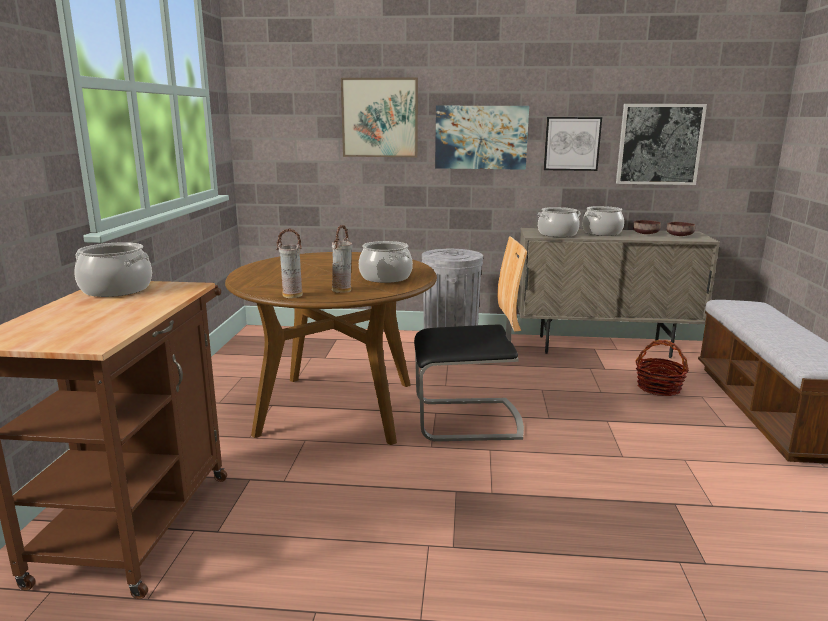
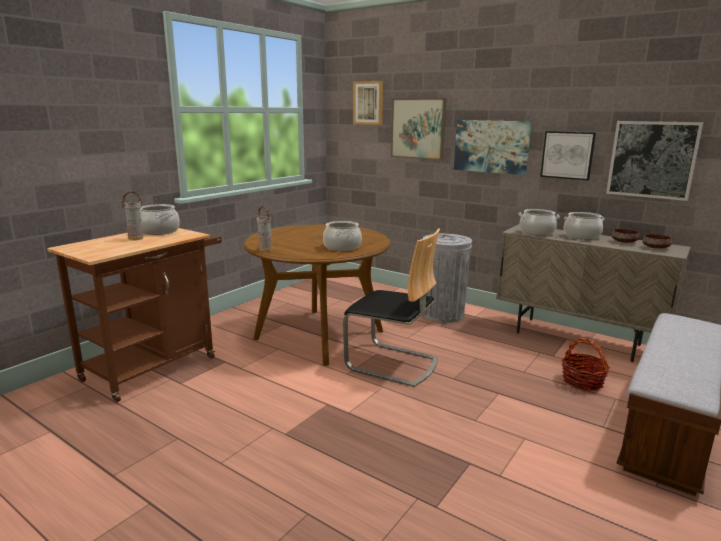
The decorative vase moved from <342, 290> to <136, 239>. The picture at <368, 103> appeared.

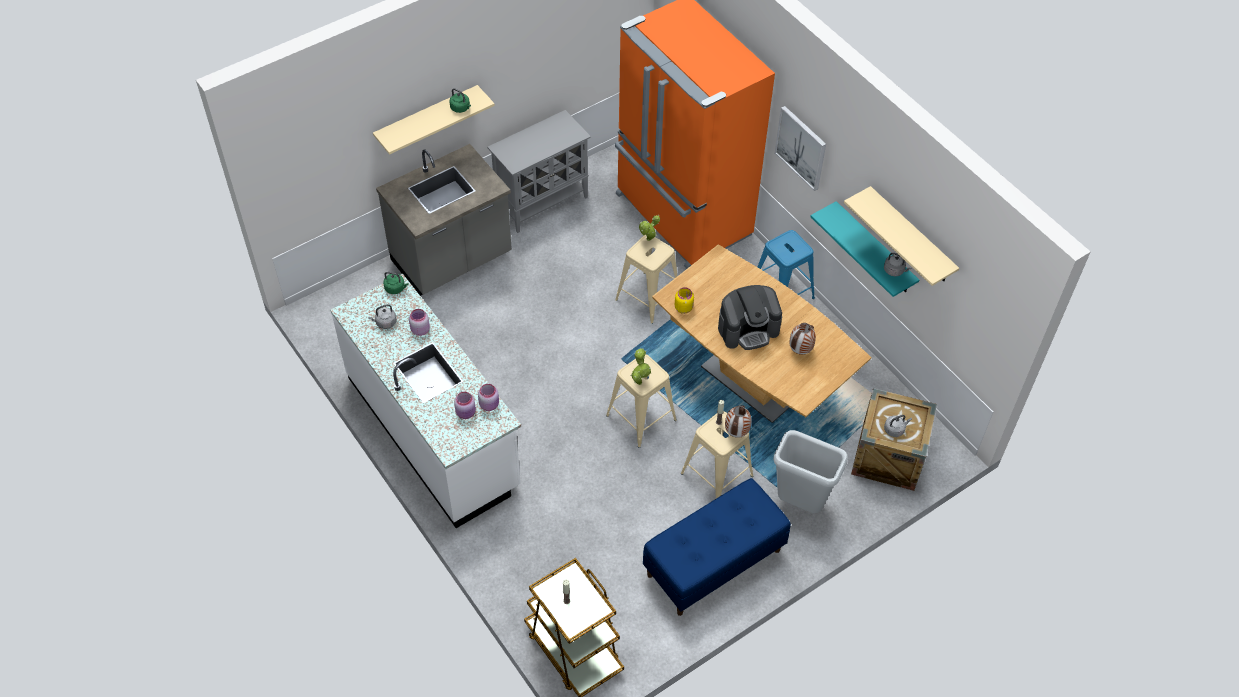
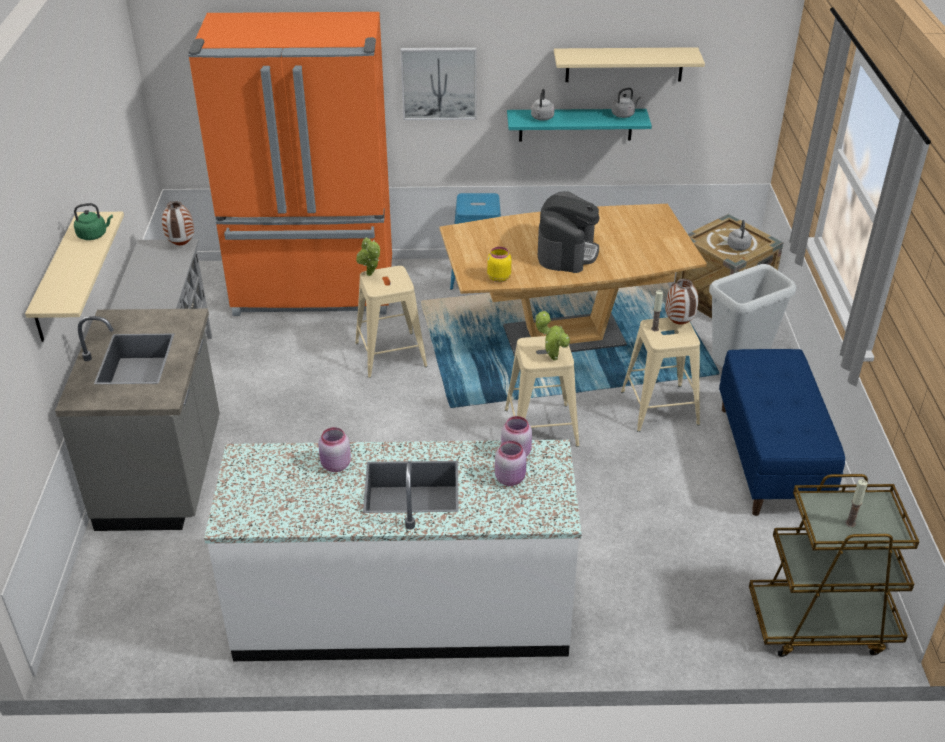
The tea kettle in gray moved from <385, 323> to <542, 118>. The tea kettle in green at <396, 288> disappeared. The decorative vase moved from <800, 351> to <182, 245>.

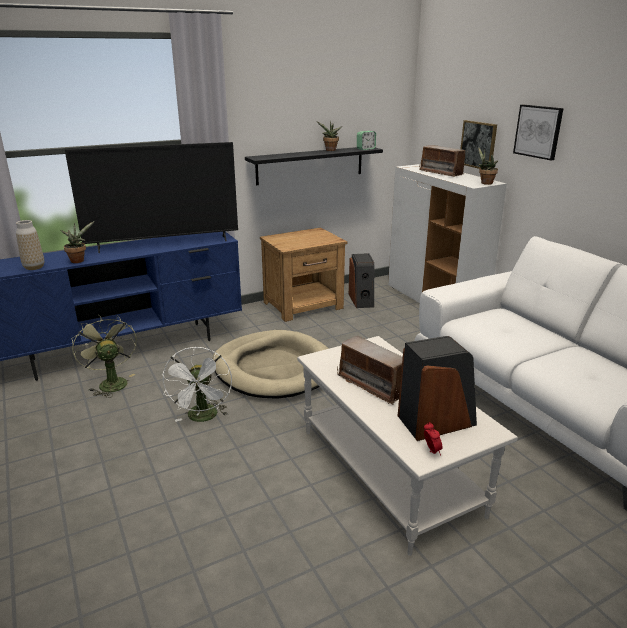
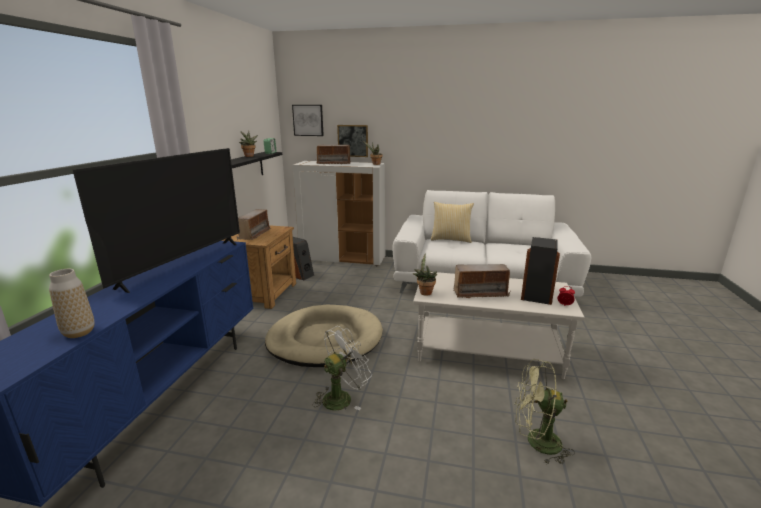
The plant in a pot moved from <78, 260> to <424, 292>. The electric fan in green moved from <110, 382> to <536, 442>. The electric fan in white-coloured at <203, 418> turned 75 degrees counterclockwise. The picture moved from <538, 131> to <308, 120>. The radio at <254, 234> appeared. The pillow at <451, 239> appeared.

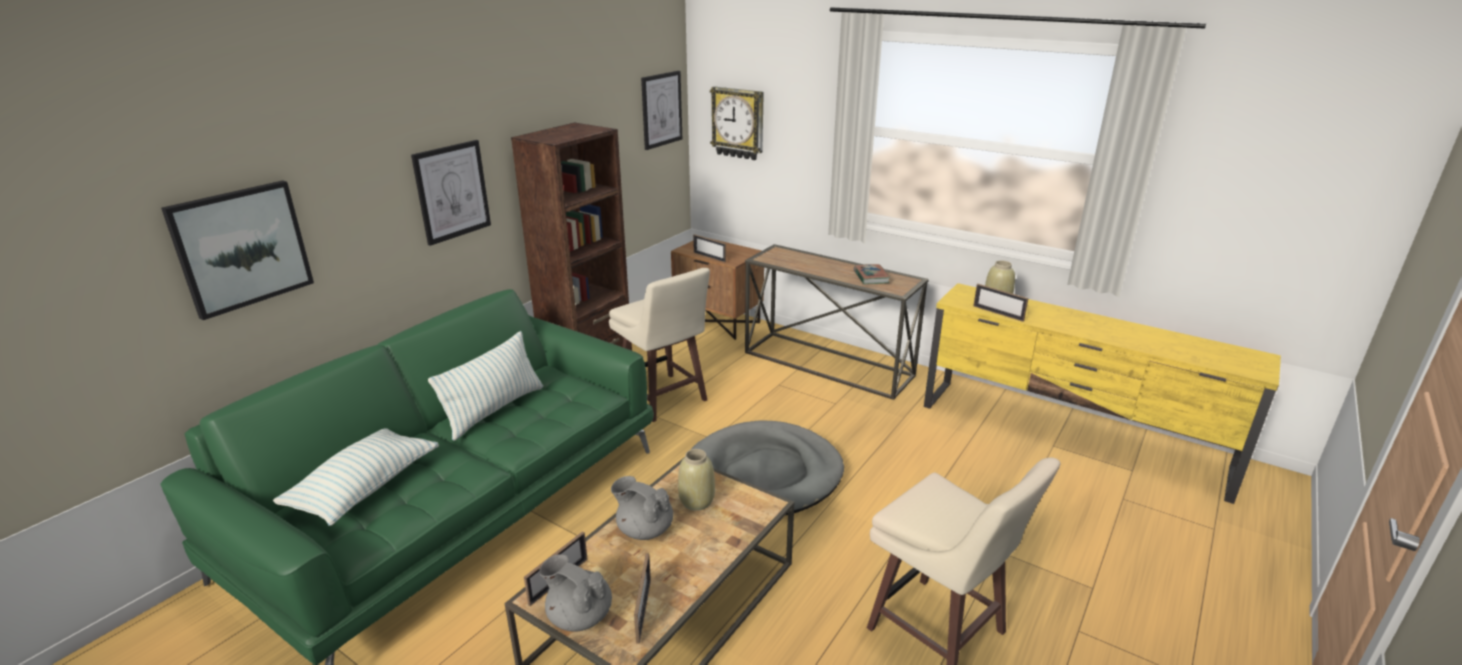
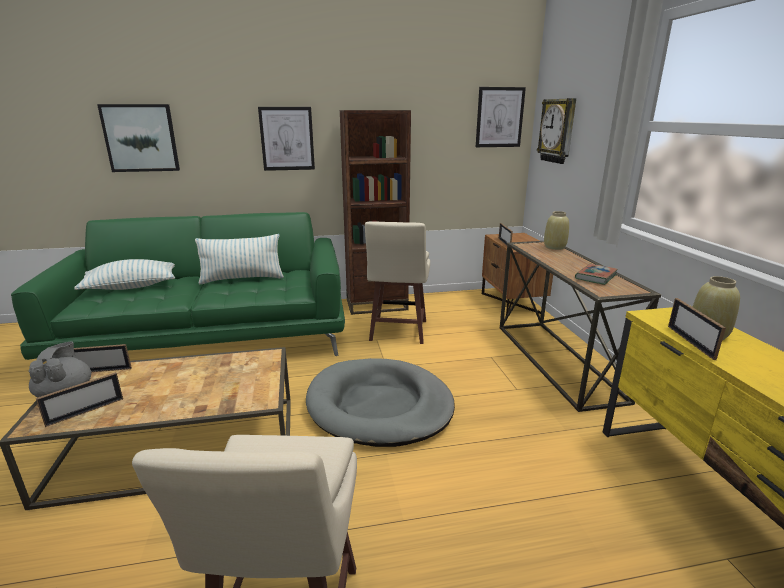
The teapot in gray at <644, 529> disappeared. The decorative vase in beige moved from <696, 501> to <554, 247>.

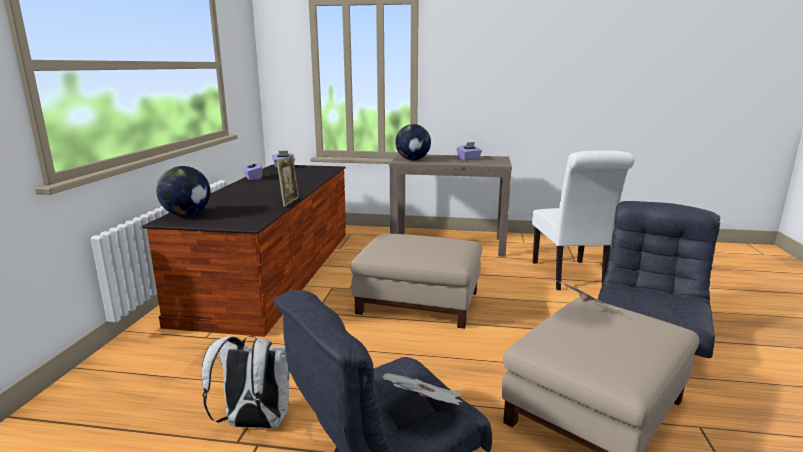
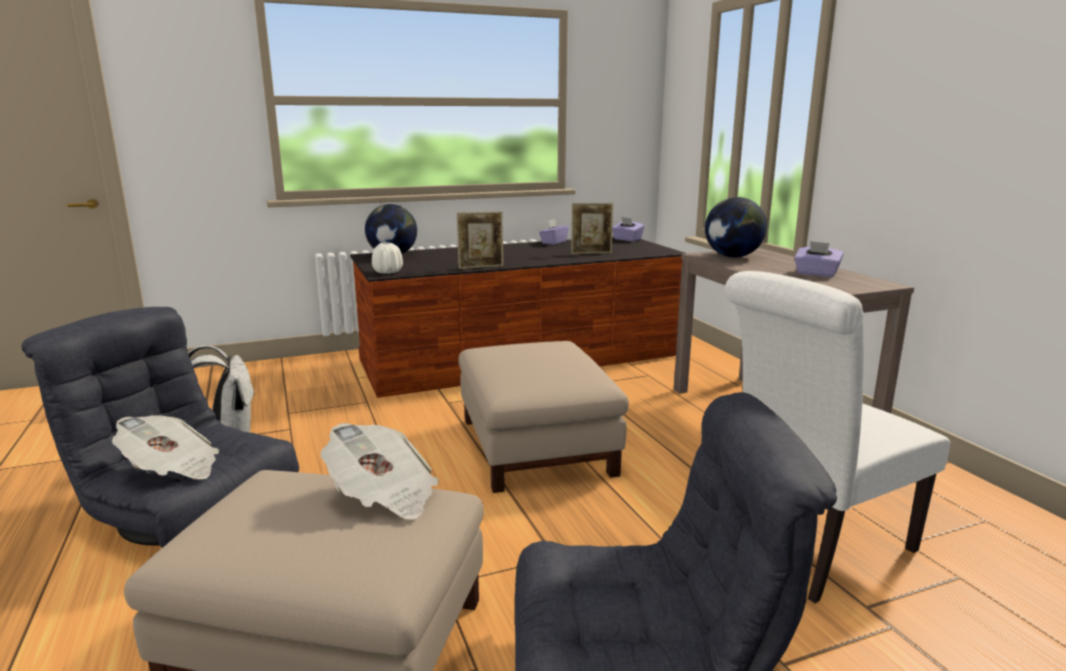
The decorative vase in white-coloured at <388, 272> appeared. The photo frame at <591, 253> appeared.

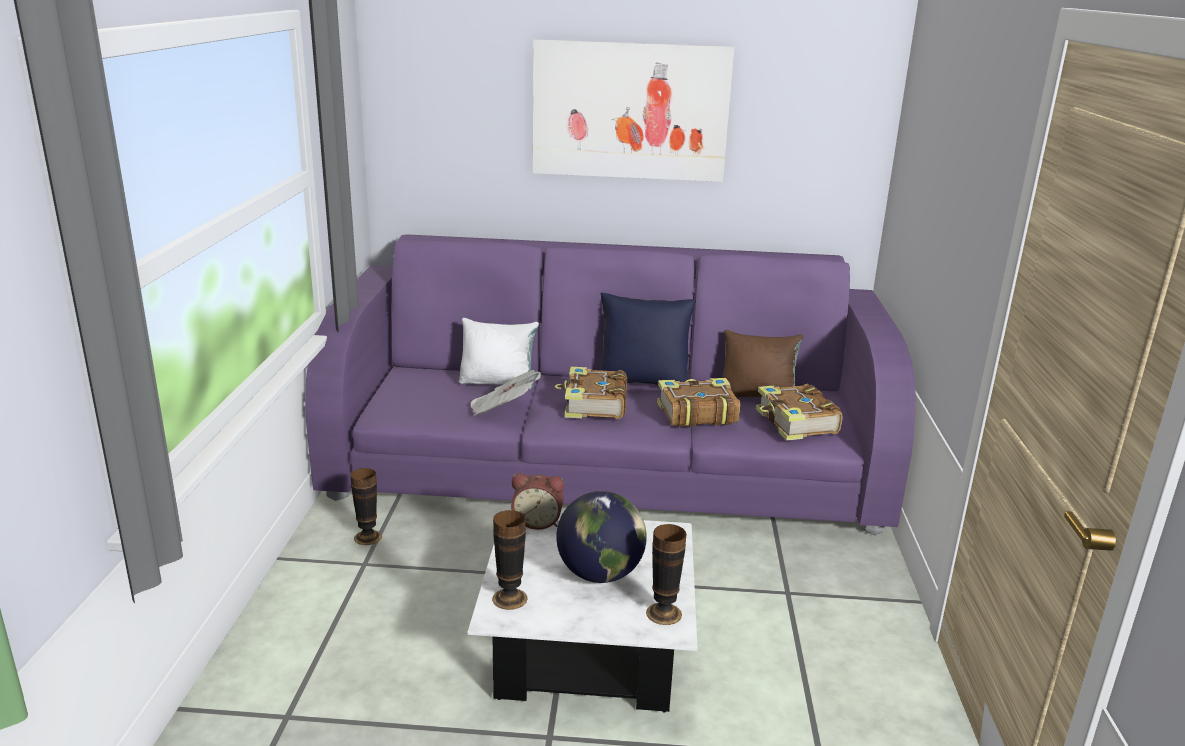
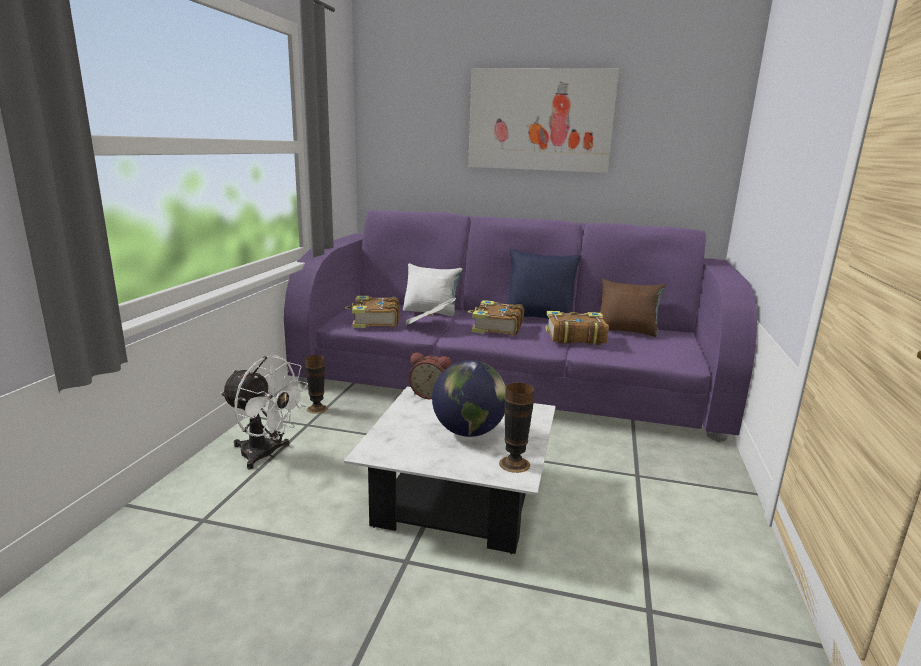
The decorative vase at <509, 598> disappeared. The book moved from <796, 423> to <374, 321>. The electric fan in white-coloured at <266, 455> appeared.

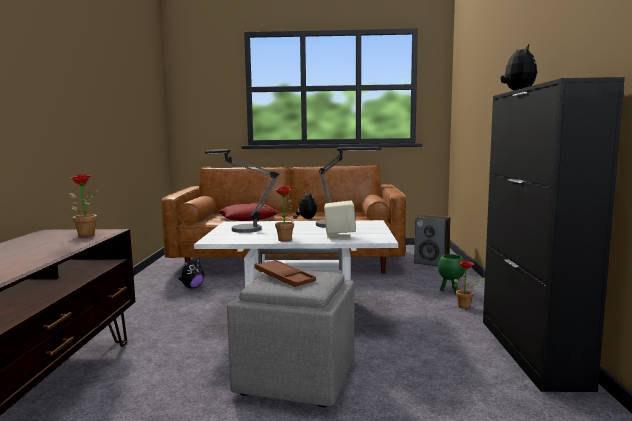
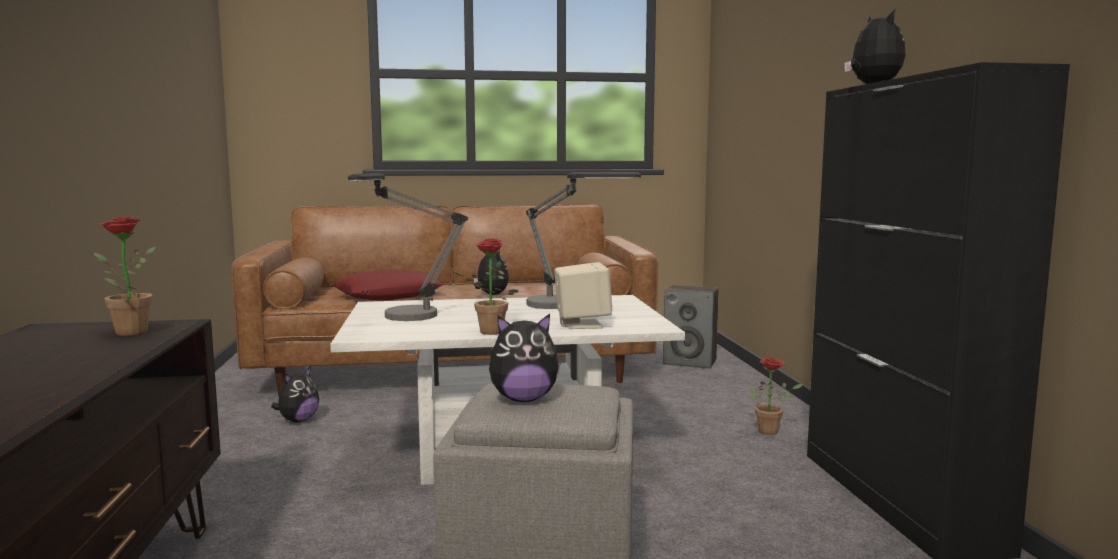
The carrying tray in brown at <284, 278> was replaced by the cuddly toy at <524, 399>. The flower pot in green at <450, 291> disappeared.

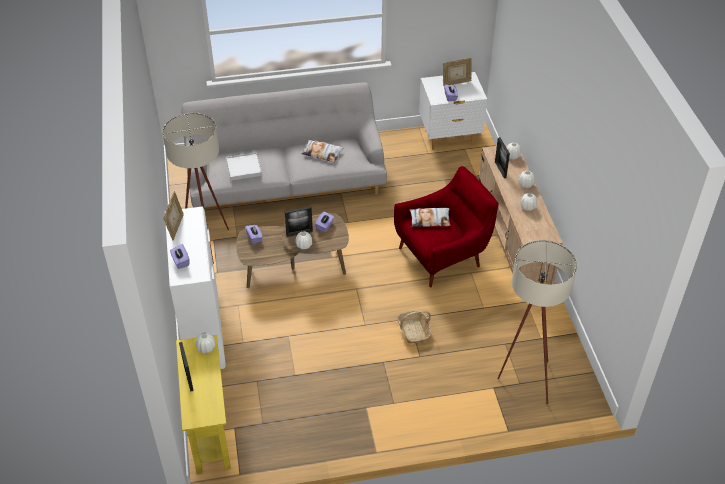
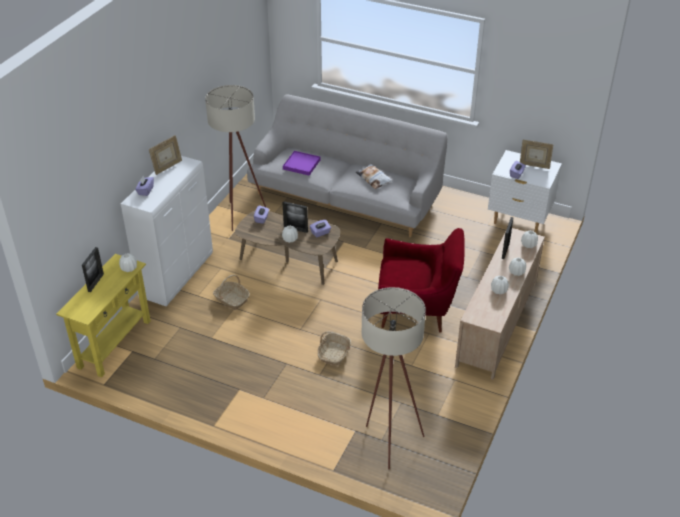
The carrying tray in white-coloured at <244, 168> became the carrying tray in purplish at <301, 164>. The pillow at <430, 219> disappeared. The household basket at <231, 299> appeared.

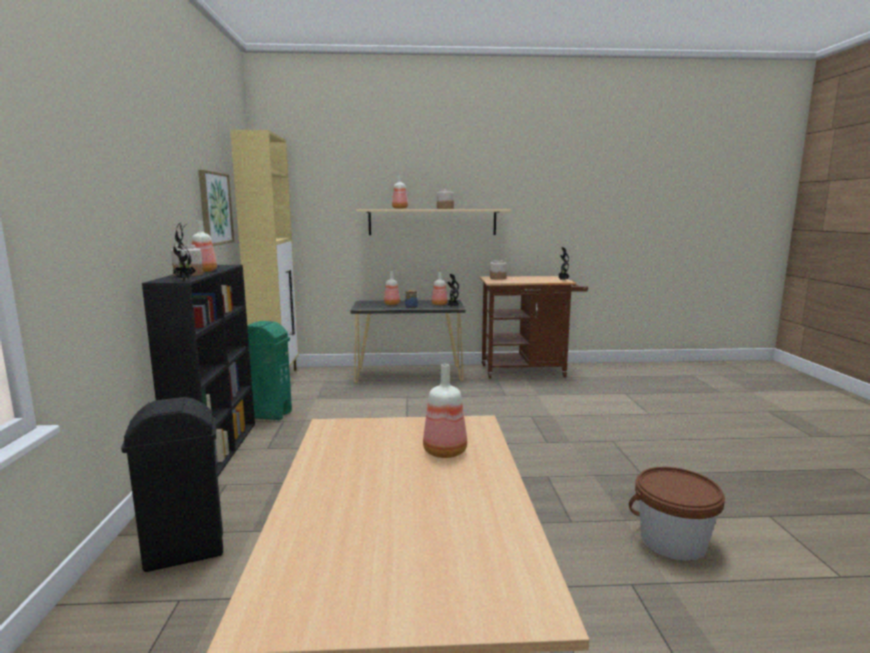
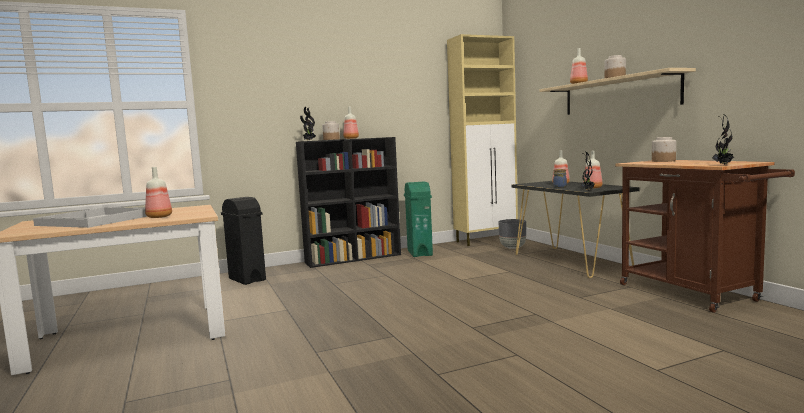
The picture at <214, 208> disappeared. The water bucket in brown at <672, 541> disappeared. The carrying tray in white-coloured at <96, 220> appeared. The flower pot in gray at <512, 248> appeared.

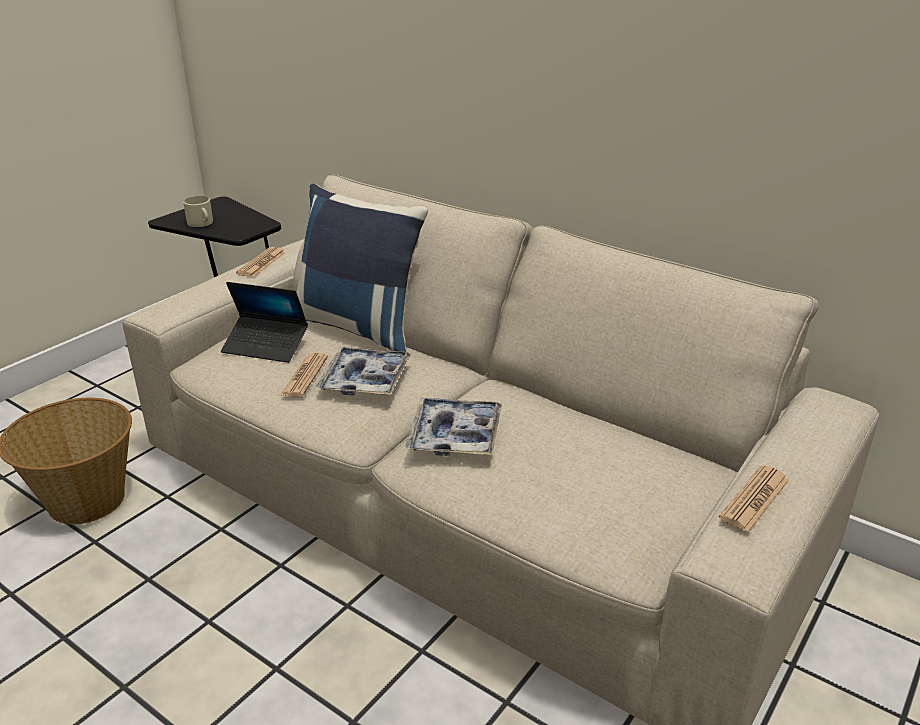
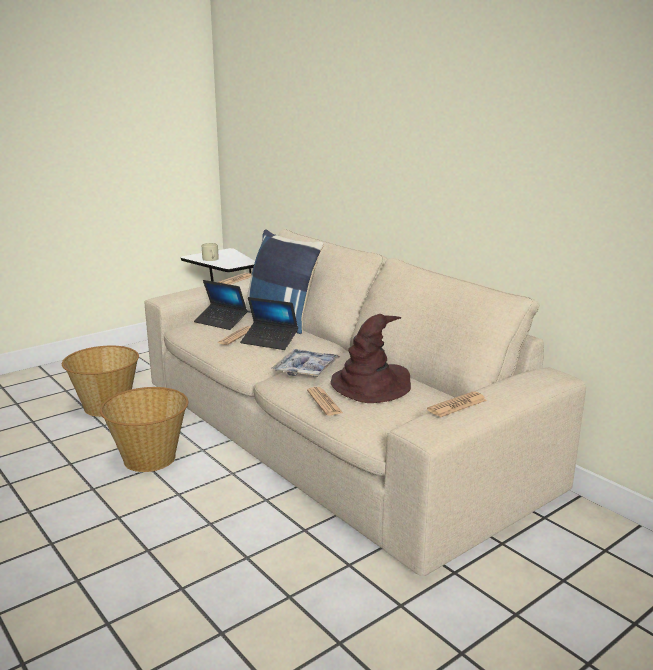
The carrying tray at <365, 380> was replaced by the portable computer at <269, 341>. The household basket at <149, 458> appeared. The daily paper at <324, 402> appeared. The wearable hat in brown at <371, 385> appeared.

